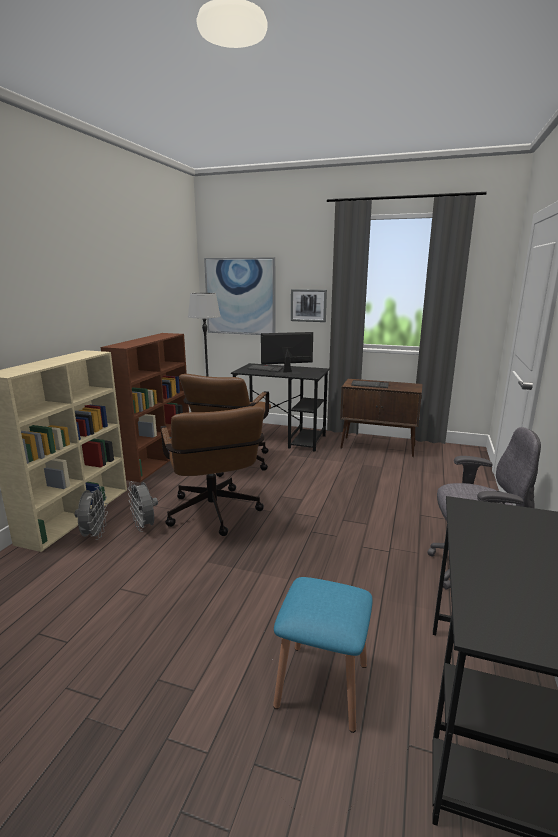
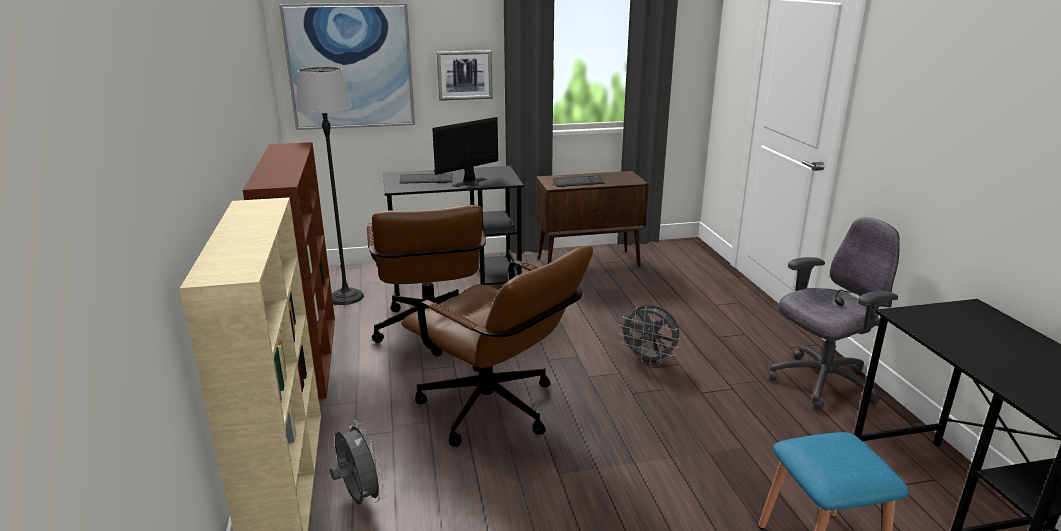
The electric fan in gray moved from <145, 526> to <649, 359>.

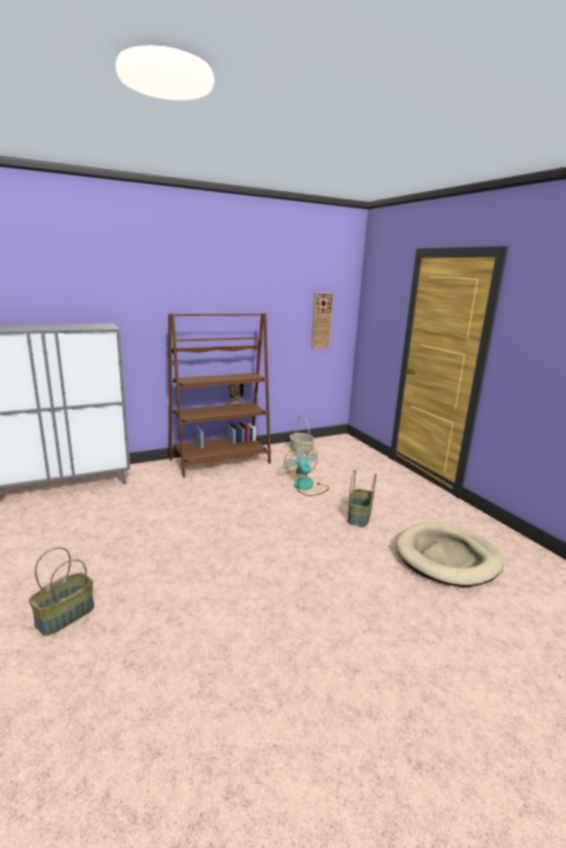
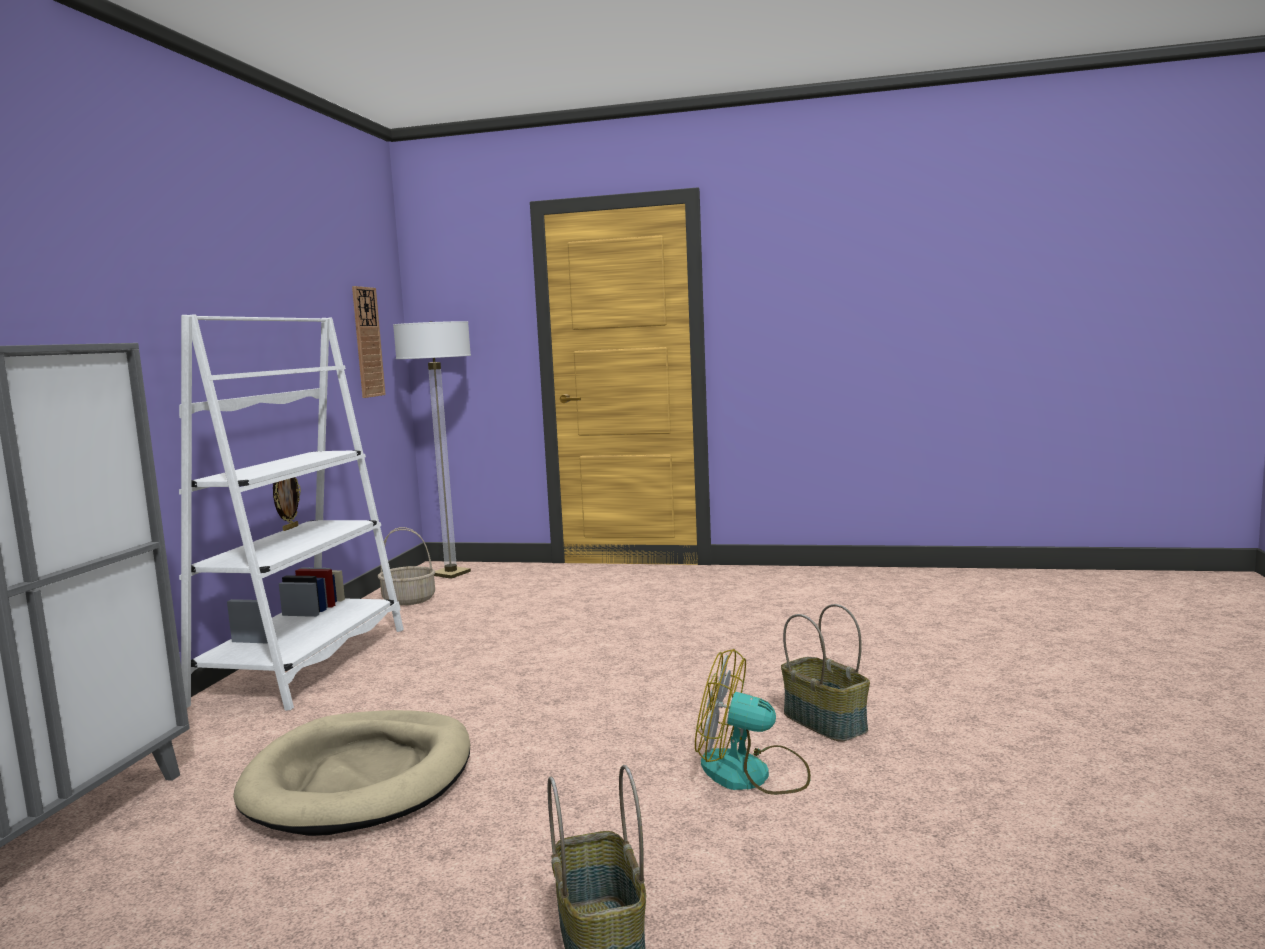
The bookshelf in brown at <220, 461> became the bookshelf in white-coloured at <304, 665>. The electric fan moved from <306, 487> to <752, 774>. The household basket moved from <359, 517> to <826, 722>. The pet bed in beige moved from <447, 557> to <361, 778>. The standing lamp at <451, 574> appeared.

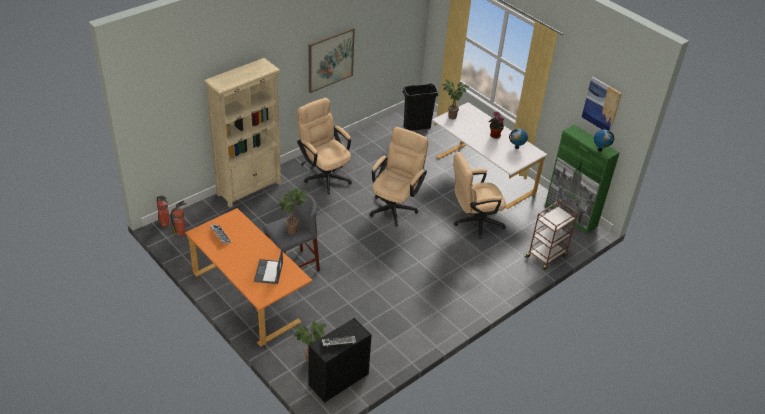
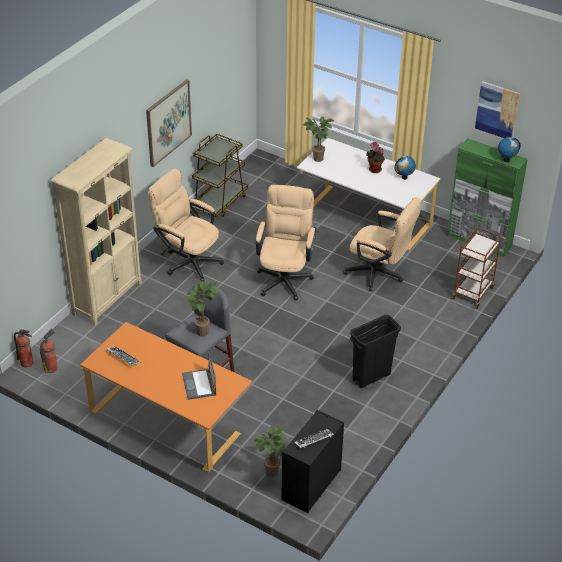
The trash can in black-coloured moved from <416, 127> to <371, 377>. The computer chair in beige at <474, 222> turned 120 degrees counterclockwise. The cart in brown at <220, 202> appeared.

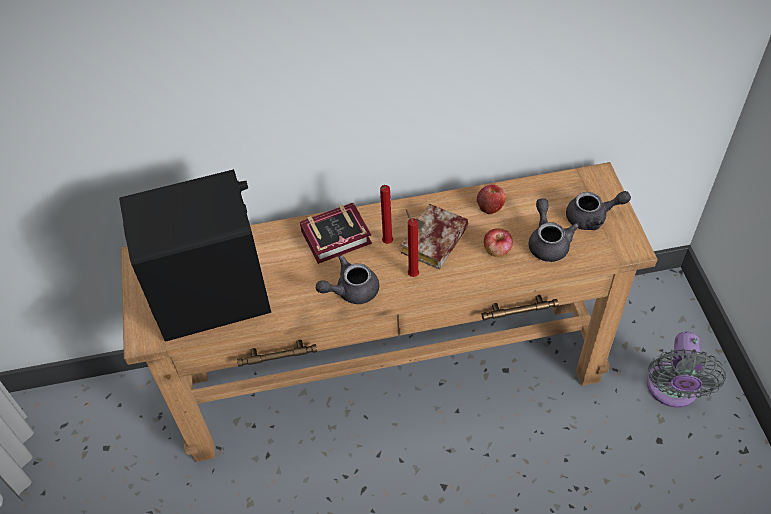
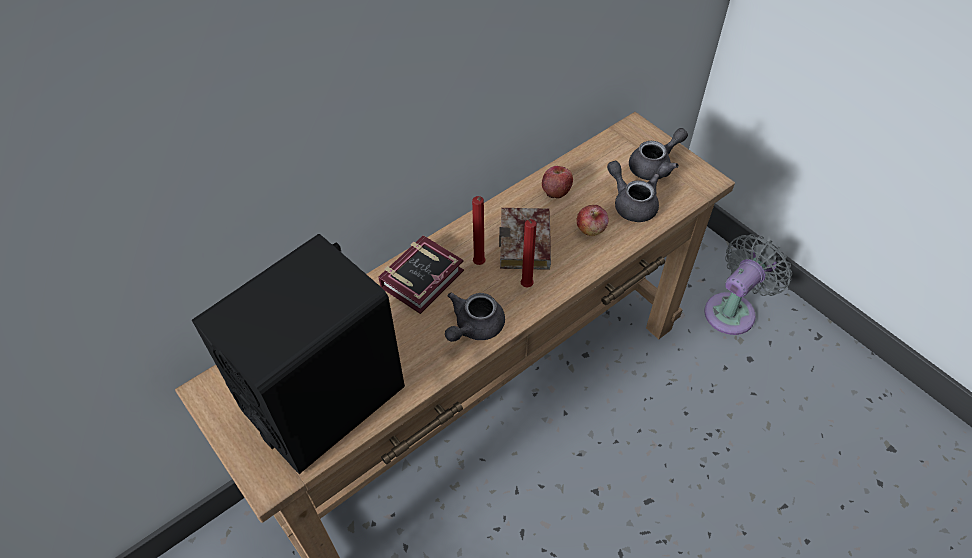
The electric fan in gray at <672, 390> turned 120 degrees counterclockwise.

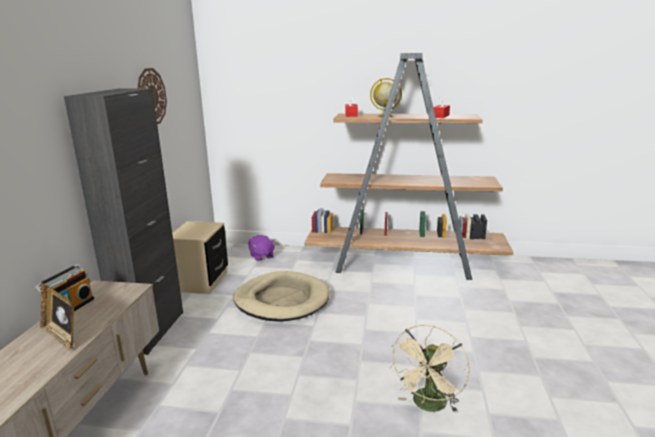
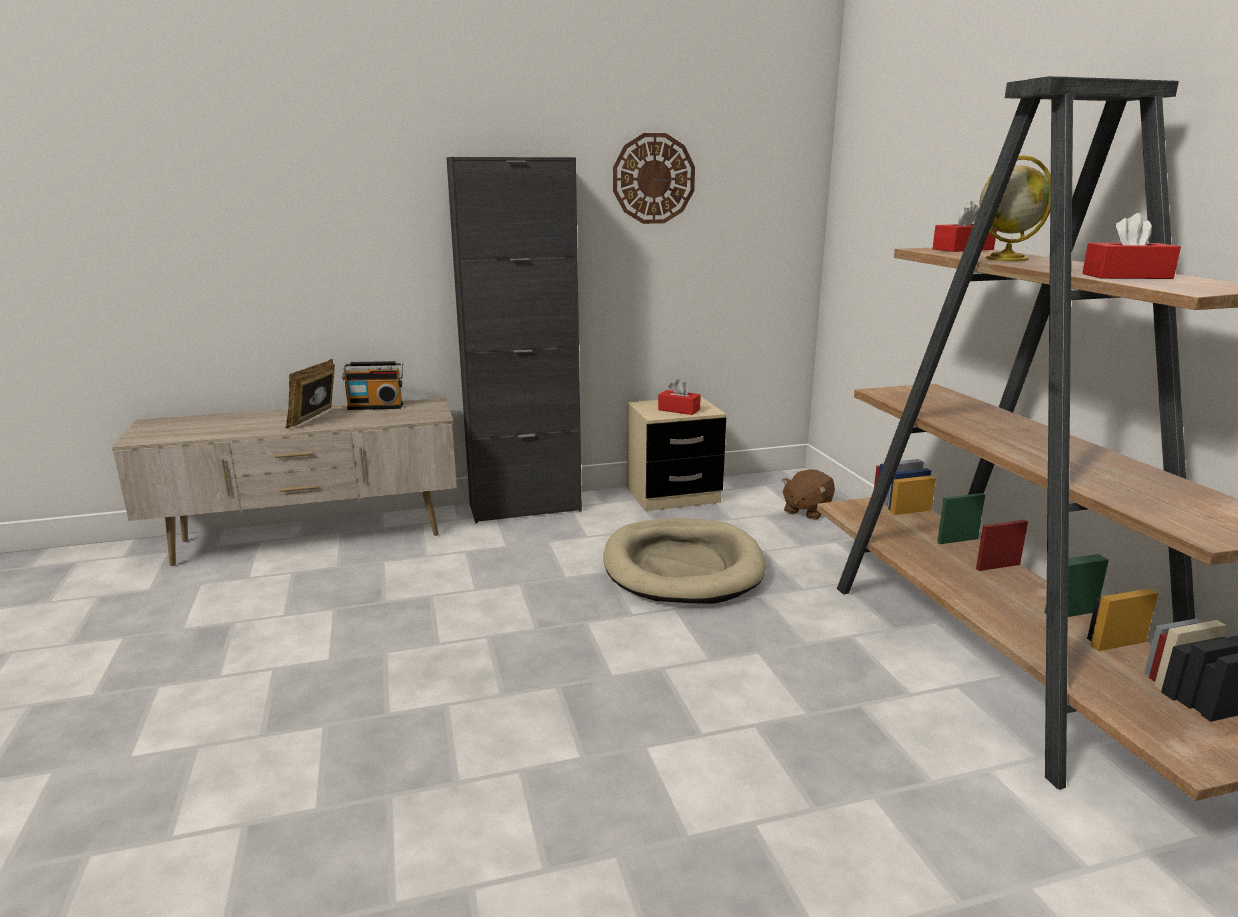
The cuddly toy in purplish at <261, 256> became the cuddly toy in brown at <806, 510>. The electric fan in beige at <429, 406> disappeared. The box of tissues in red at <679, 410> appeared.

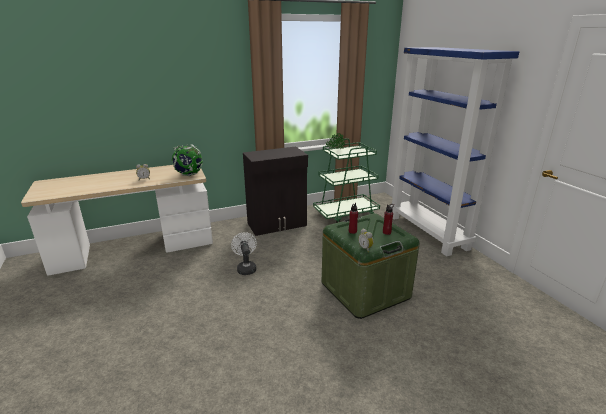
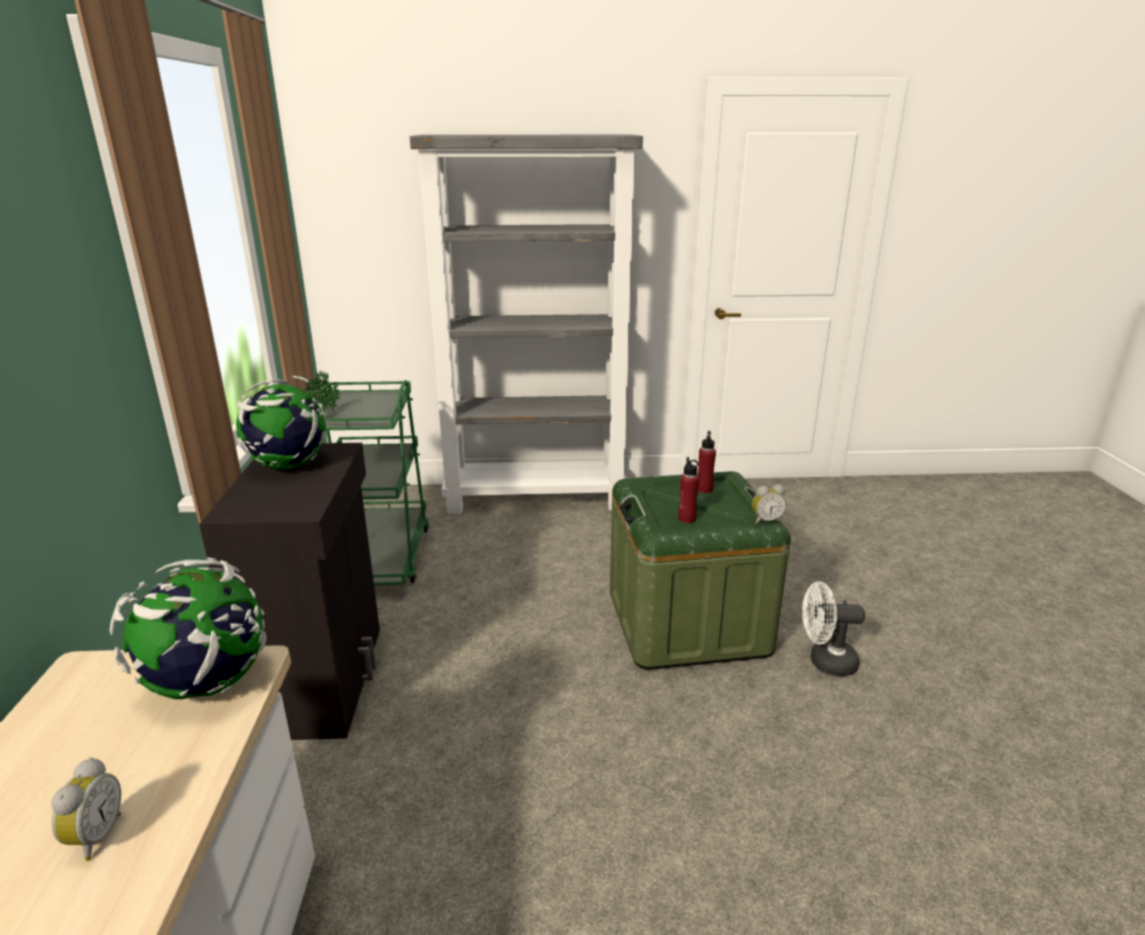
The electric fan in white-coloured moved from <246, 268> to <825, 662>. The bookshelf in bluish at <428, 232> became the bookshelf in gray at <537, 497>. The globe at <288, 466> appeared.

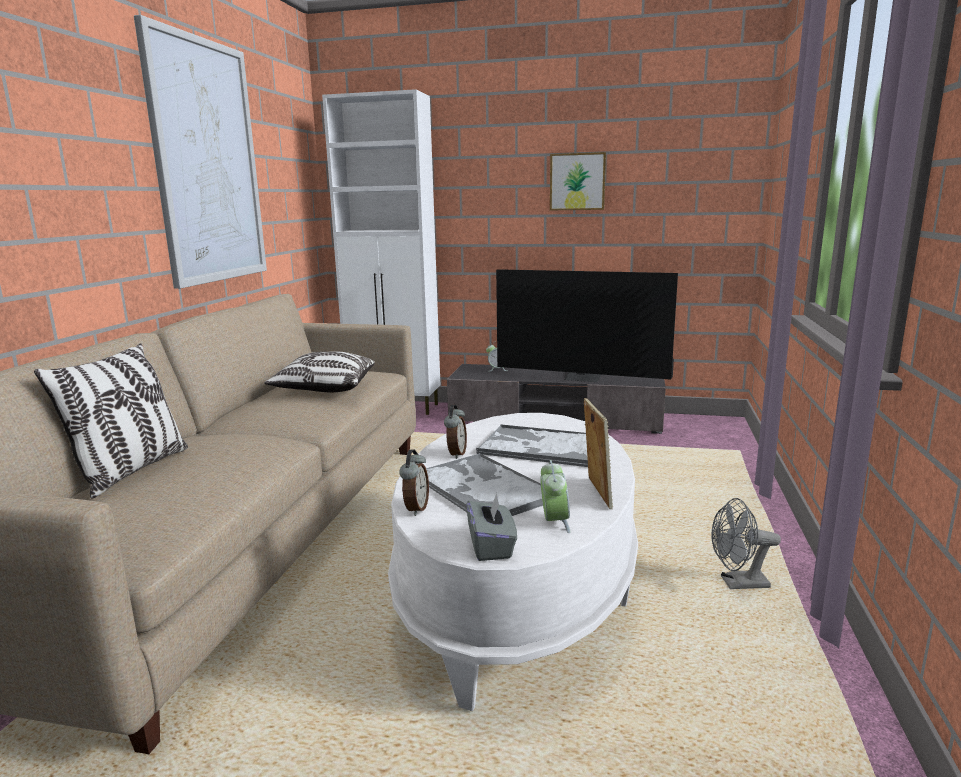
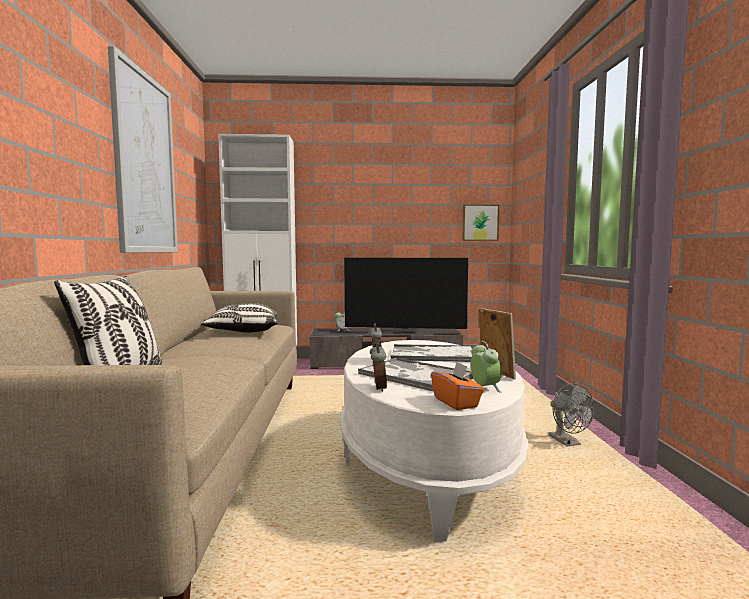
The box of tissues in gray at <491, 546> became the box of tissues in orange-coloured at <456, 403>. The picture moved from <577, 182> to <480, 222>. The electric fan in gray at <737, 584> turned 90 degrees counterclockwise.

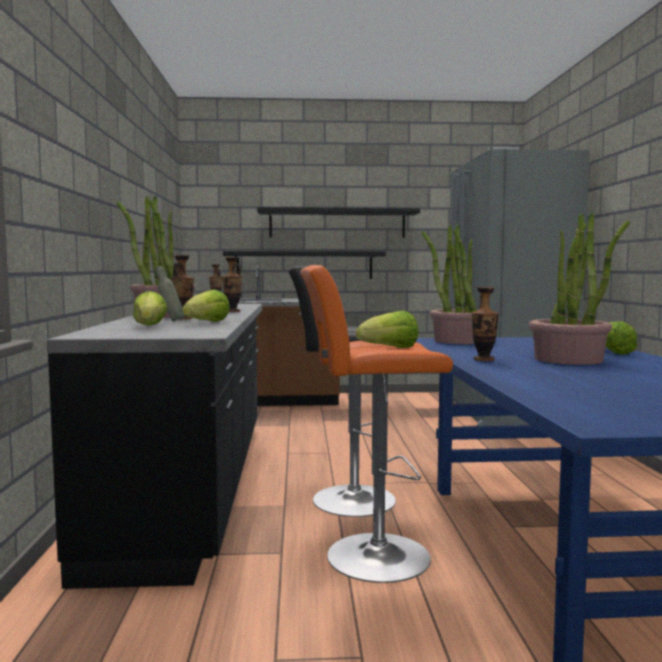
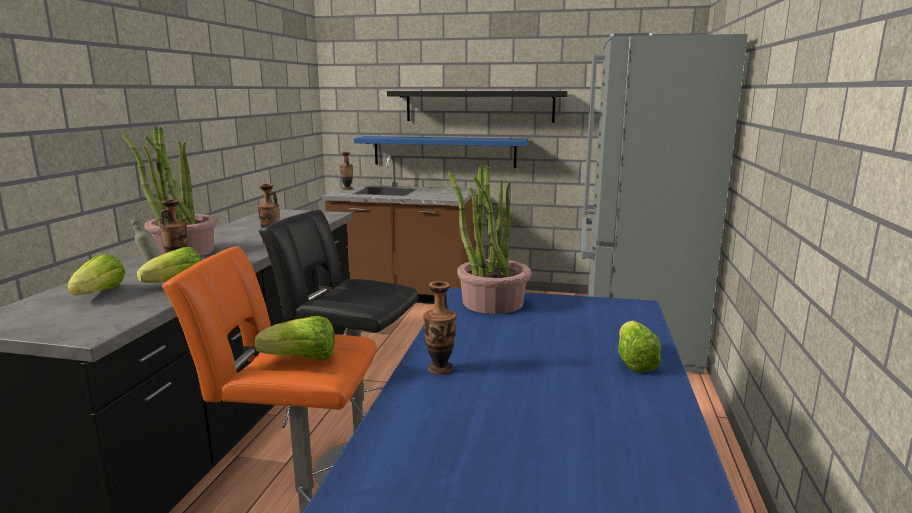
The wall shelf in black-coloured at <304, 265> became the wall shelf in bluish at <444, 151>. The plant in a pot at <569, 359> disappeared.

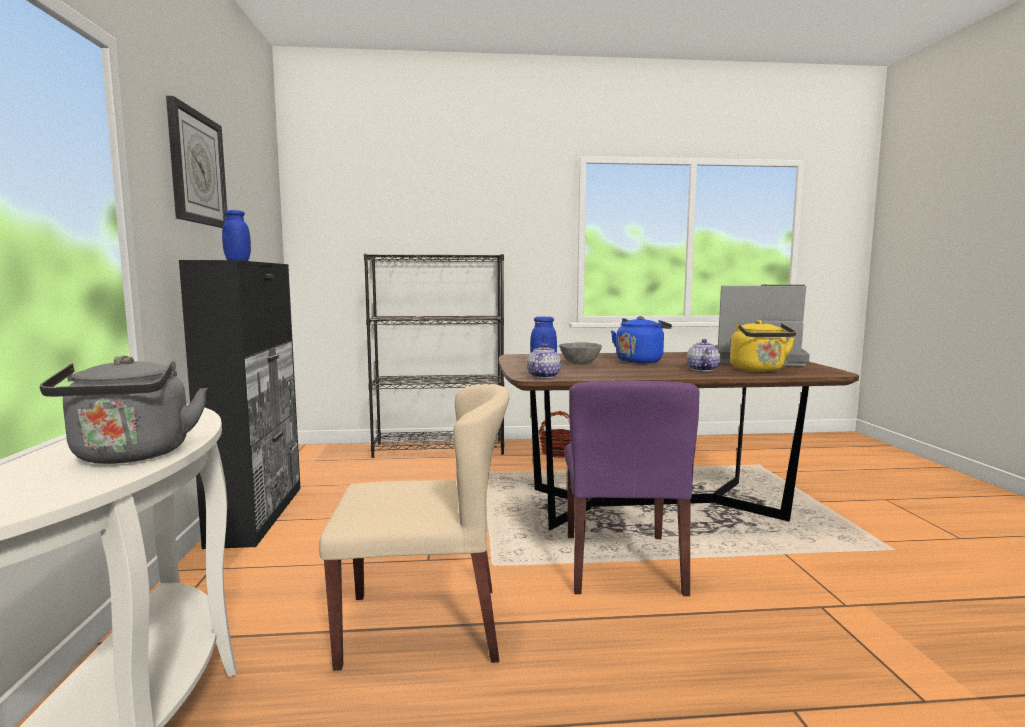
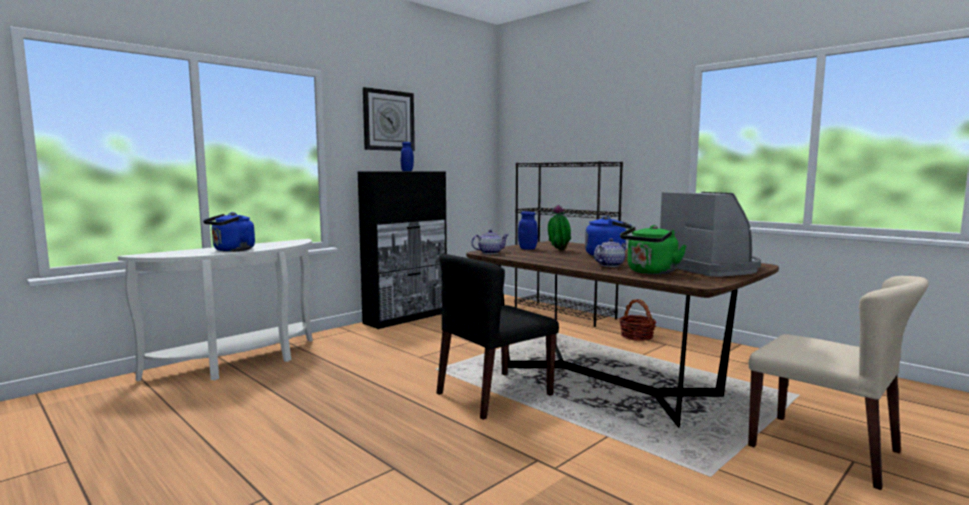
The tea kettle in gray at <131, 456> became the tea kettle in bluish at <232, 250>. The upright chair in beige moved from <423, 625> to <825, 449>. The deep dish in gray at <580, 363> was replaced by the plant in a pot at <558, 250>. The upright chair in purplish at <622, 563> became the upright chair in black-coloured at <494, 394>. The tea kettle in yellow at <759, 370> became the tea kettle in green at <650, 272>.

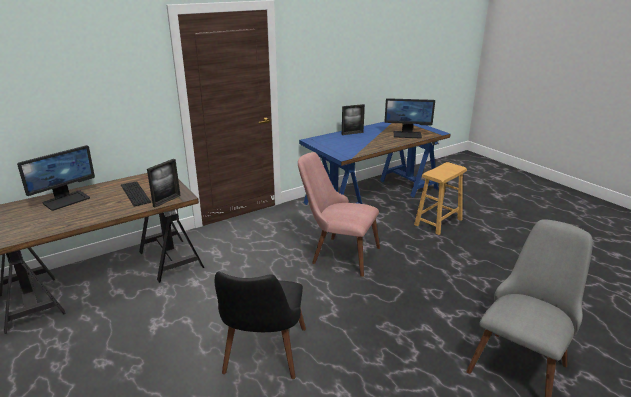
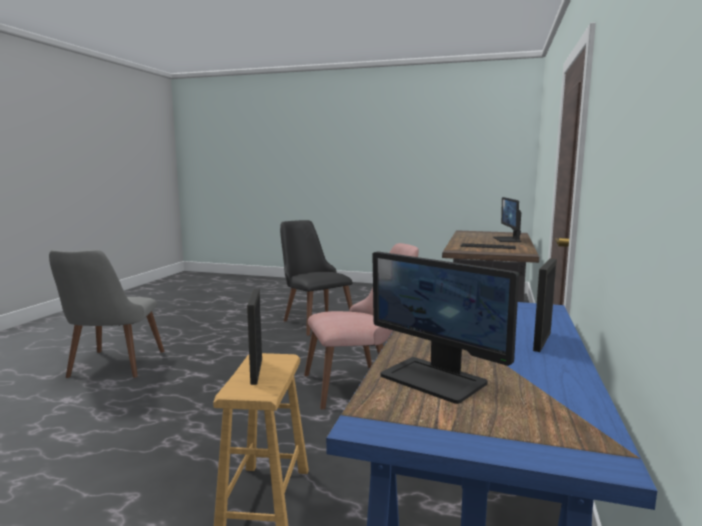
The photo frame moved from <167, 201> to <256, 371>. The computer screen at <407, 134> turned 105 degrees counterclockwise.

